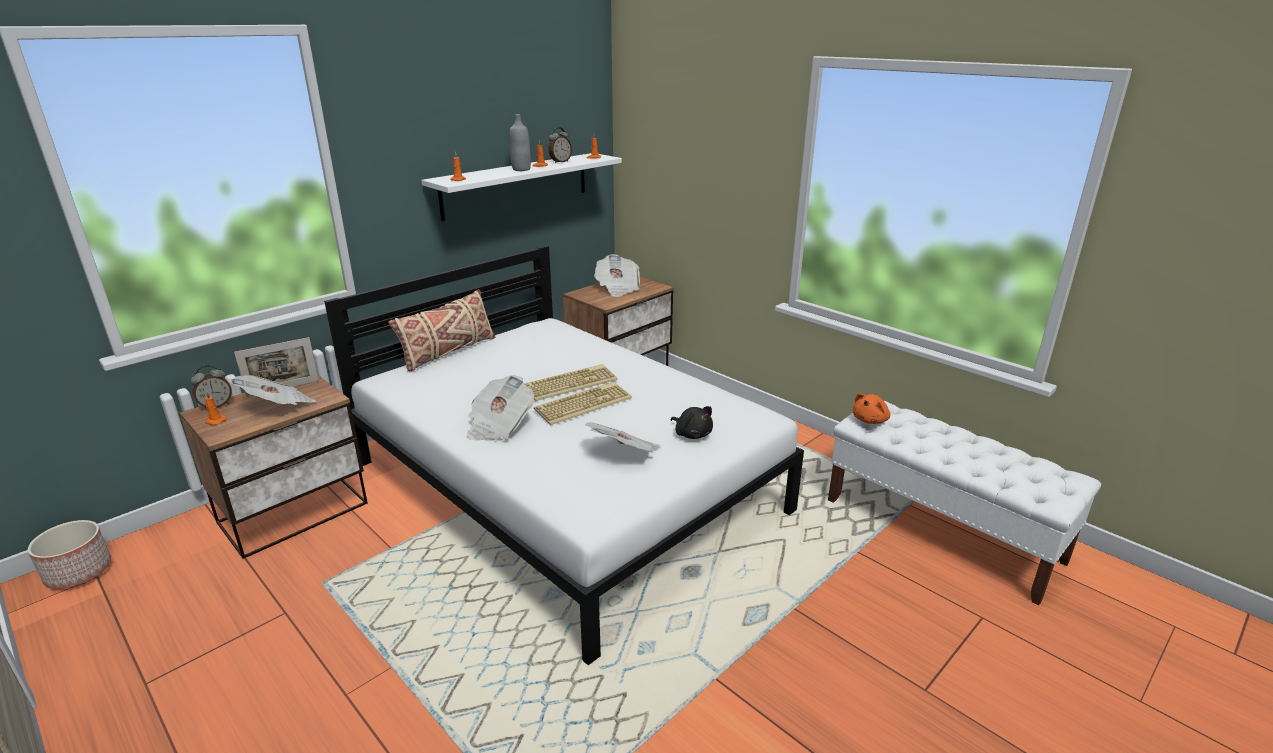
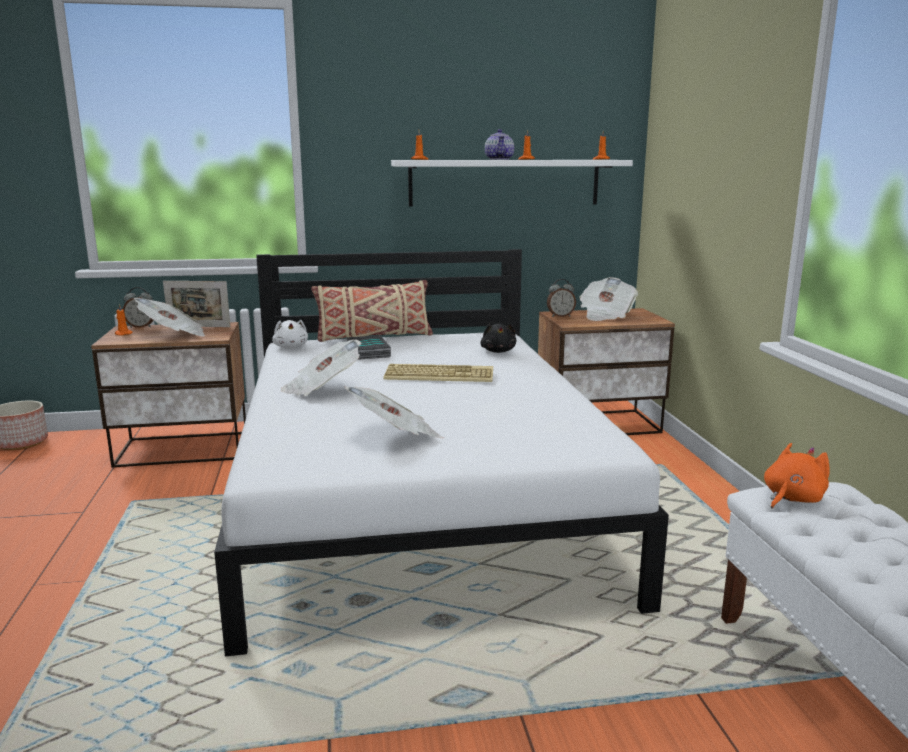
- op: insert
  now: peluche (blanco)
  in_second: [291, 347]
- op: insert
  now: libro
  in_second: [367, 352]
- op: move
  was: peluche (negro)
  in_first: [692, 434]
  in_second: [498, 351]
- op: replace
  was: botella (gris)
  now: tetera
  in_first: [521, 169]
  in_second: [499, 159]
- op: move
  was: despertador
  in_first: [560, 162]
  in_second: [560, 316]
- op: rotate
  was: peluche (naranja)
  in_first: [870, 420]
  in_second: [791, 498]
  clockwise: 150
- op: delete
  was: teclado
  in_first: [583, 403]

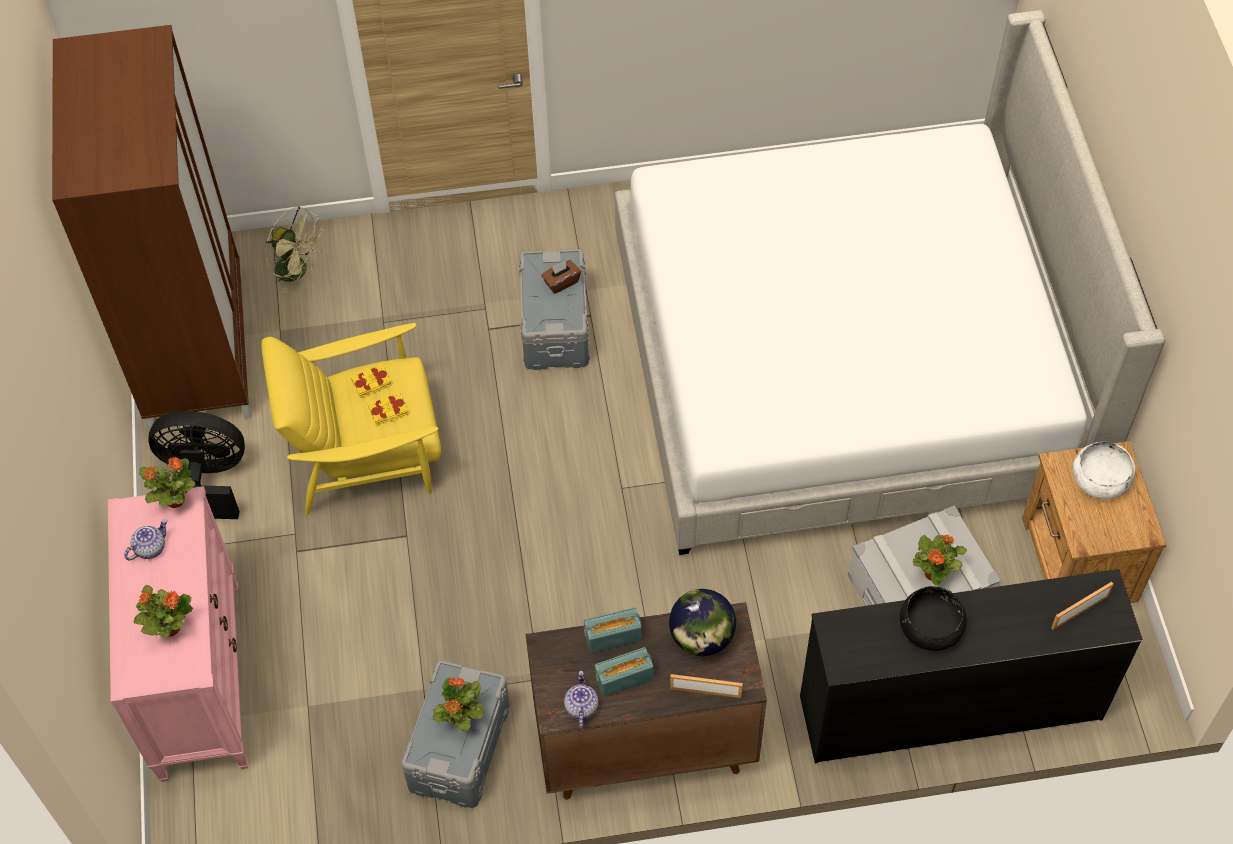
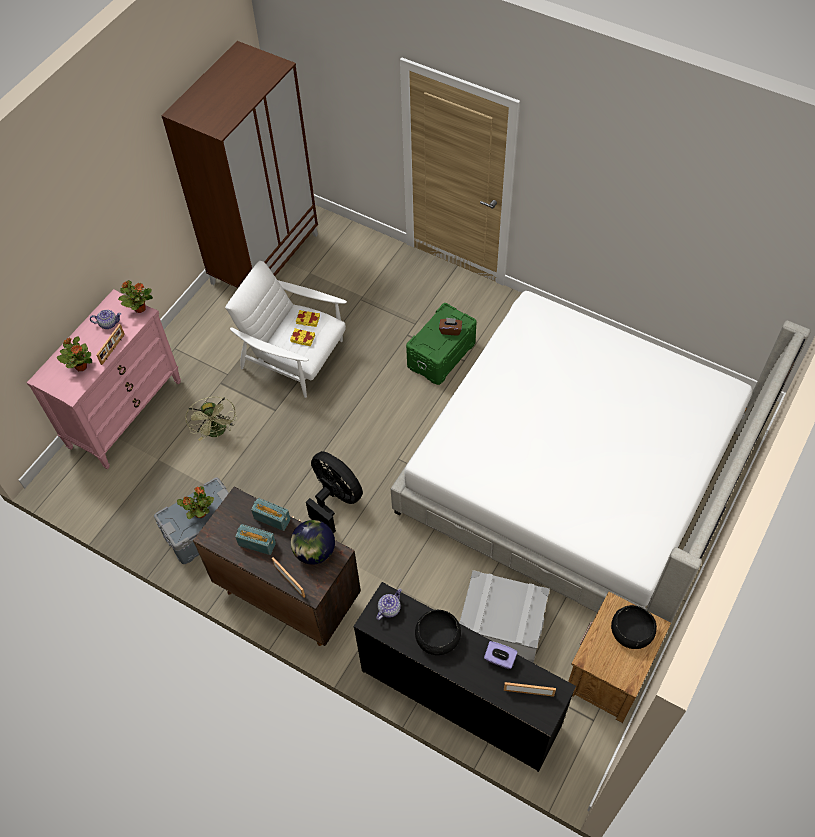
- op: insert
  now: portarretratos
  in_second: [113, 349]
- op: move
  was: ventilador (verde)
  in_first: [298, 271]
  in_second: [217, 432]
- op: recolor
  was: sillón (amarillo)
  now: sillón (blanco)
  in_first: [366, 451]
  in_second: [295, 357]
- op: move
  was: ventilador (negro)
  in_first: [207, 478]
  in_second: [335, 499]
- op: move
  was: tetera
  in_first: [581, 707]
  in_second: [389, 608]
- op: recolor
  was: caja de almacenaje (gris)
  now: caja de almacenaje (verde)
  in_first: [556, 326]
  in_second: [442, 355]
- op: insert
  now: caja de pañuelos (morado)
  in_second: [499, 659]
- op: recolor
  was: cuenco (blanco)
  now: cuenco (negro)
  in_first: [1100, 478]
  in_second: [631, 631]
- op: delete
  was: planta en maceta
  in_first: [934, 573]

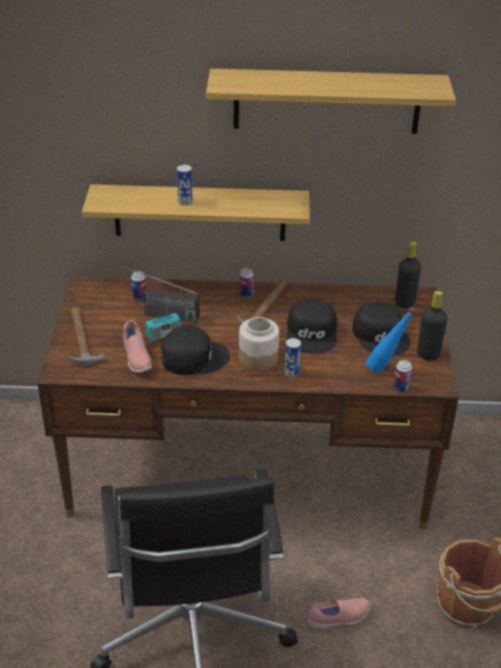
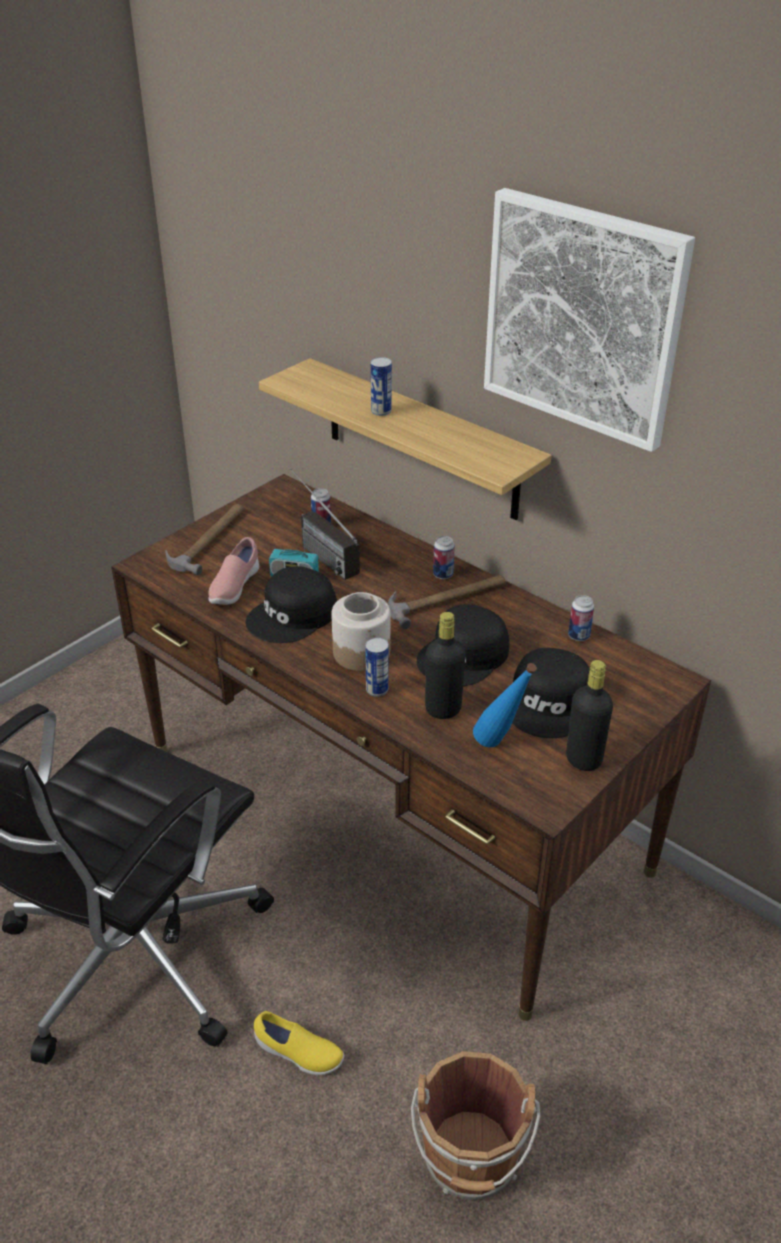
- op: rotate
  was: gorra (negro)
  in_first: [194, 357]
  in_second: [293, 616]
  clockwise: 105
- op: recolor
  was: zapato (rosa)
  now: zapato (amarillo)
  in_first: [339, 618]
  in_second: [298, 1054]
- op: move
  was: botella (negro)
  in_first: [404, 303]
  in_second: [443, 709]
- op: replace
  was: estante
  now: cuadro
  in_first: [326, 101]
  in_second: [583, 318]
- op: move
  was: lata
  in_first: [401, 388]
  in_second: [578, 636]

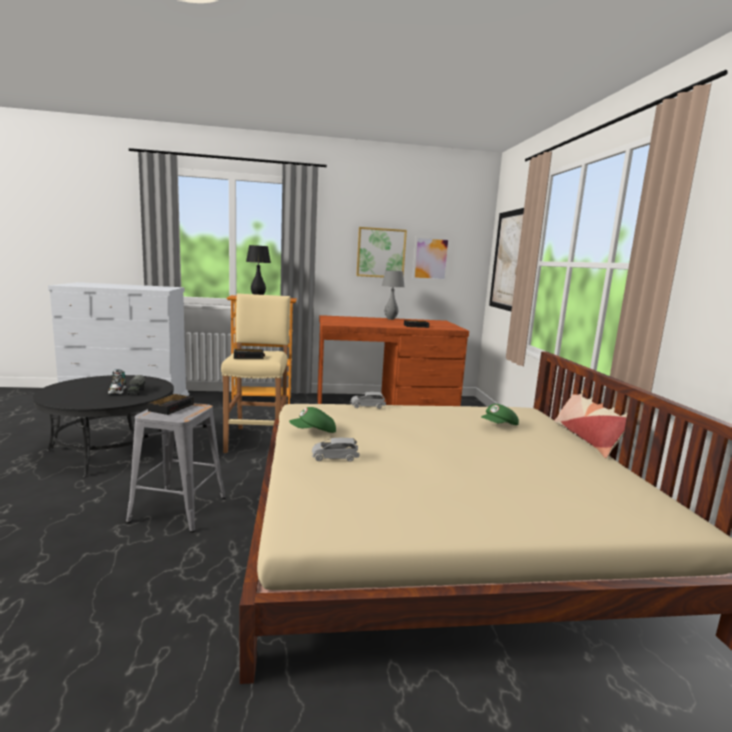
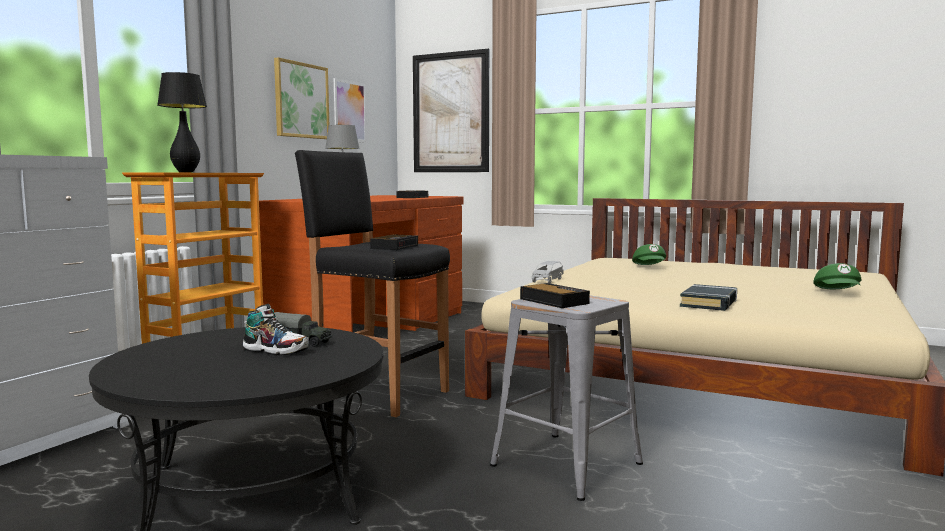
- op: recolor
  was: taburete (beis)
  now: taburete (negro)
  in_first: [258, 440]
  in_second: [377, 393]
- op: replace
  was: coche de juguete (gris)
  now: libro (negro)
  in_first: [335, 457]
  in_second: [709, 303]
- op: move
  was: gorra (verde)
  in_first: [313, 432]
  in_second: [838, 293]
- op: delete
  was: cojín
  in_first: [587, 439]

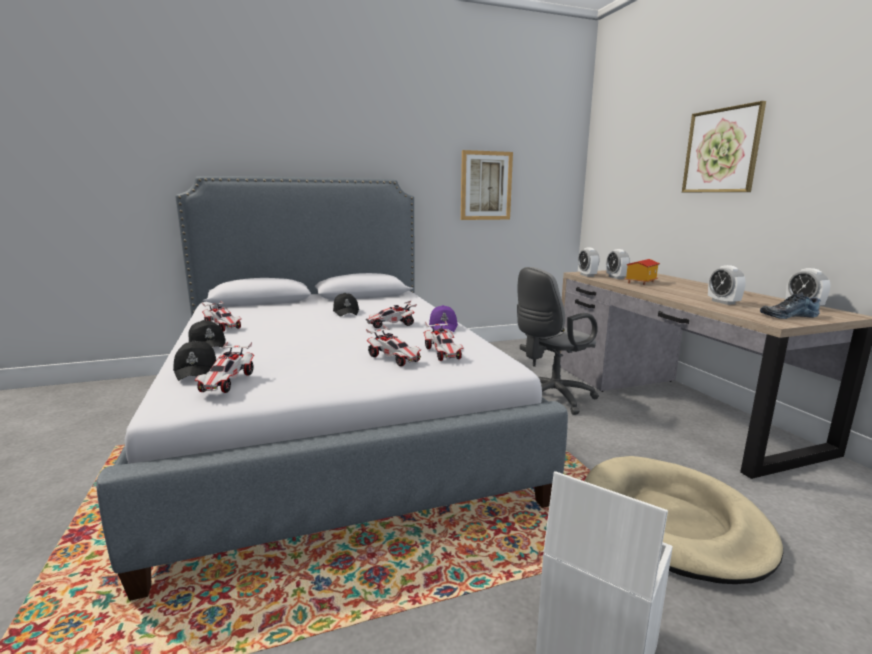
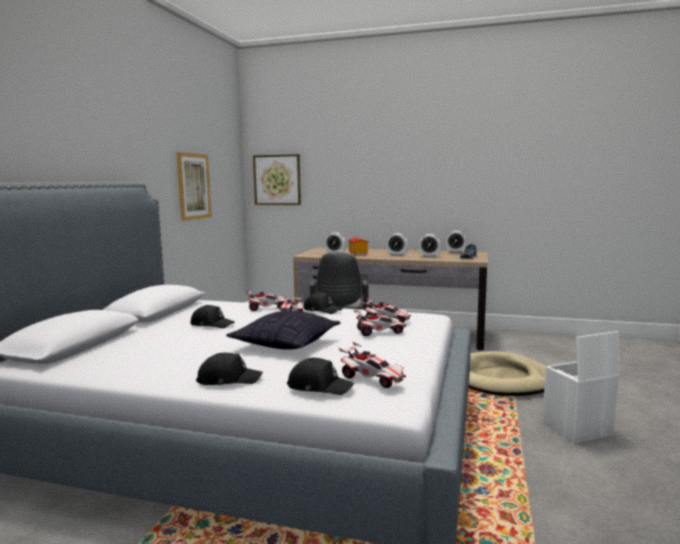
- op: insert
  now: cojín
  in_second: [286, 344]
- op: move
  was: coche de juguete
  in_first: [223, 326]
  in_second: [267, 308]
- op: move
  was: cuadro
  in_first: [721, 151]
  in_second: [277, 180]
- op: recolor
  was: gorra (morado)
  now: gorra (negro)
  in_first: [443, 327]
  in_second: [322, 310]
- op: move
  was: despertador
  in_first: [587, 275]
  in_second: [397, 255]

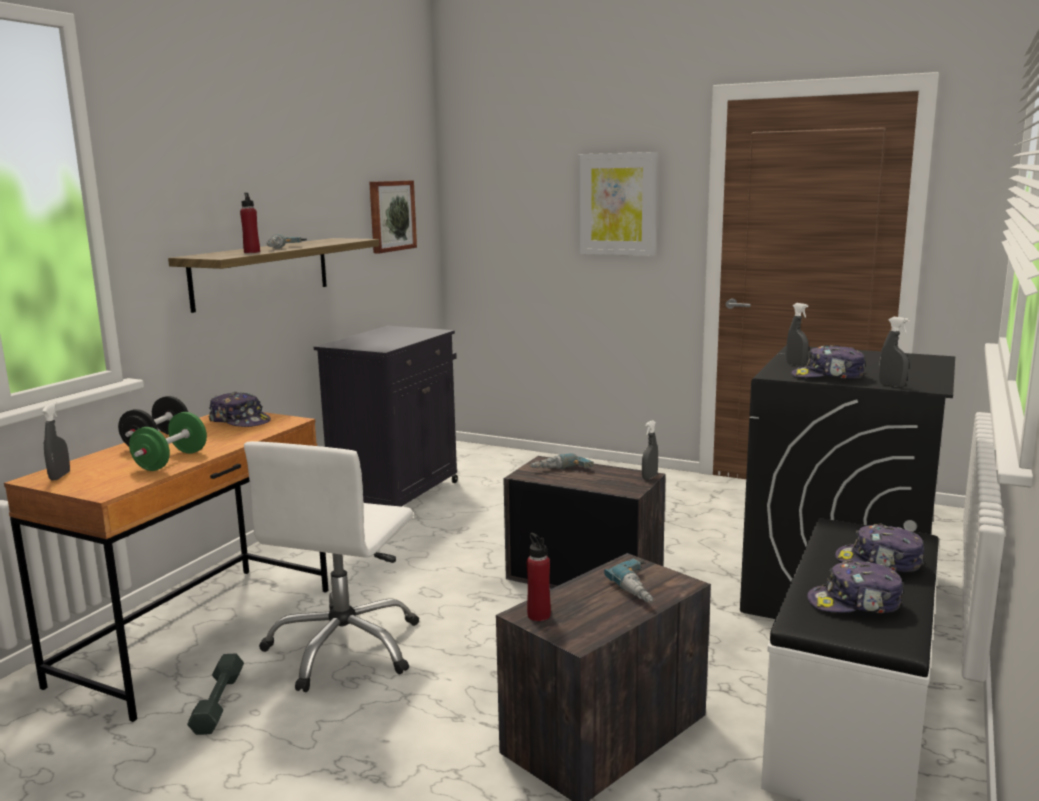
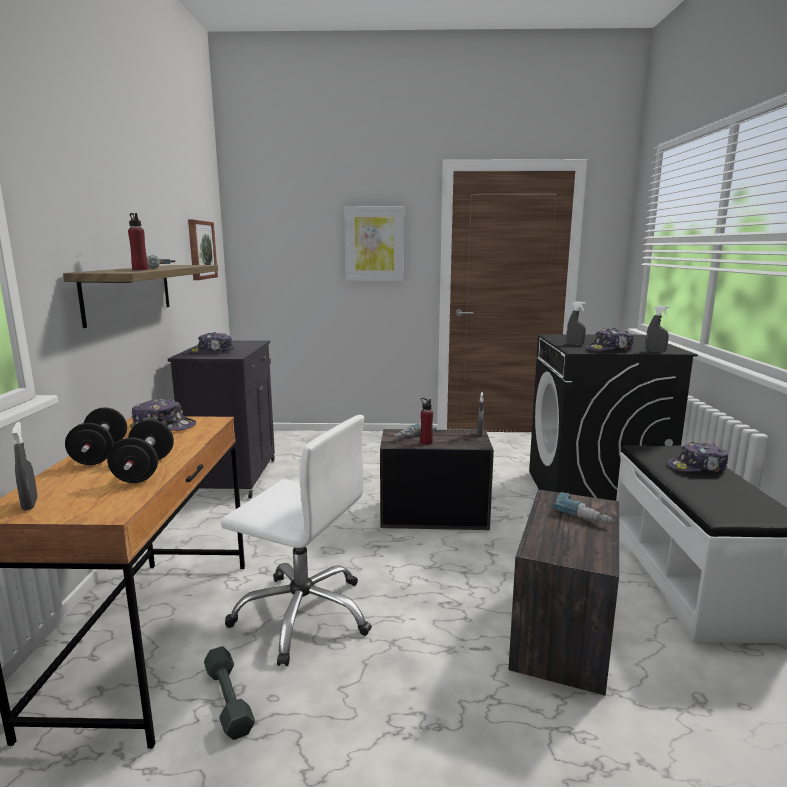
- op: recolor
  was: mancuerna (verde)
  now: mancuerna (negro)
  in_first: [171, 461]
  in_second: [145, 470]
- op: move
  was: gorra
  in_first: [855, 603]
  in_second: [212, 352]
- op: rotate
  was: silla de oficina (blanco)
  in_first: [345, 648]
  in_second: [303, 614]
  clockwise: -60
- op: move
  was: botella (rojo)
  in_first: [538, 615]
  in_second: [426, 442]

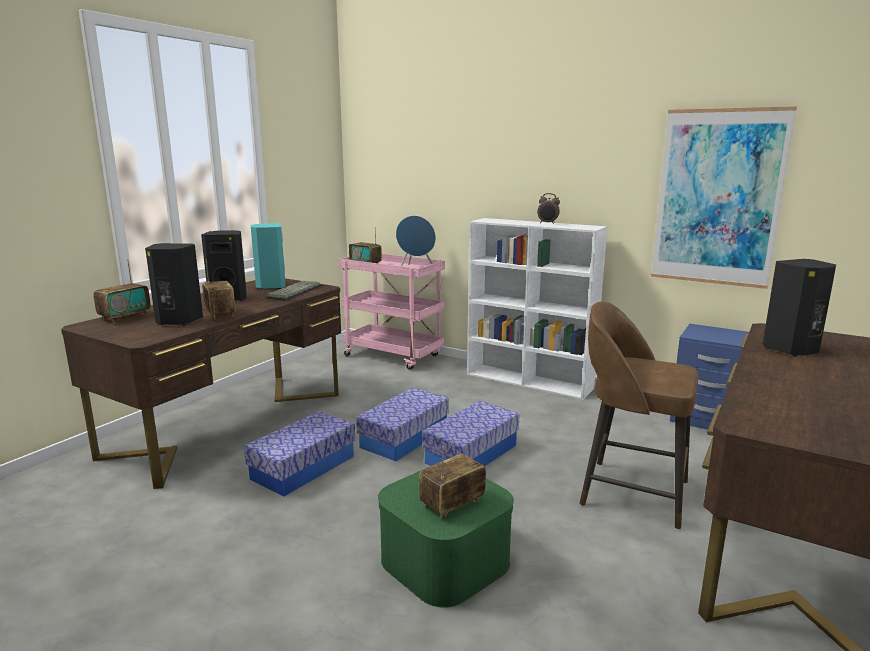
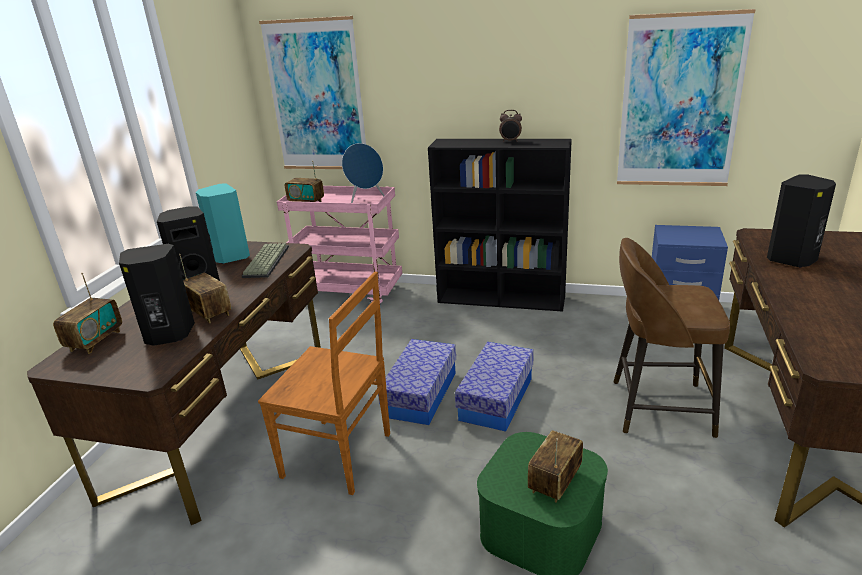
- op: replace
  was: caja de almacenaje
  now: silla (marrón)
  in_first: [303, 467]
  in_second: [340, 456]
- op: insert
  now: cuadro
  in_second: [317, 97]
- op: recolor
  was: estantería (blanco)
  now: estantería (negro)
  in_first: [530, 381]
  in_second: [502, 299]

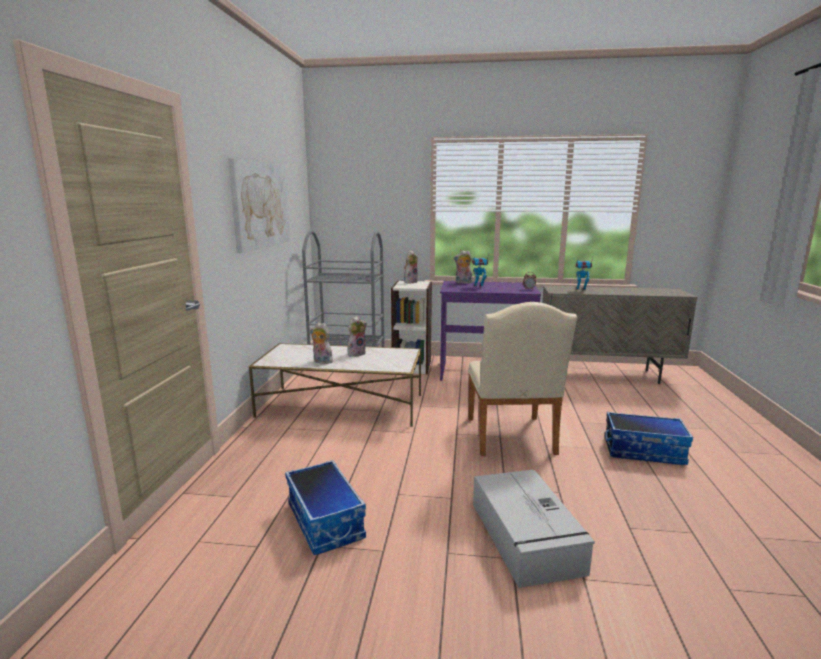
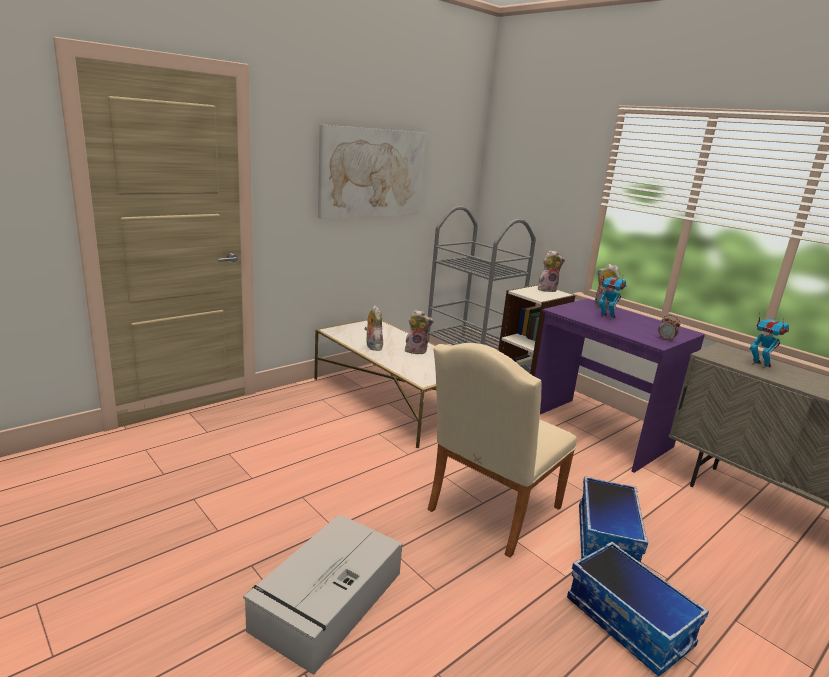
- op: move
  was: caja de almacenaje
  in_first: [326, 521]
  in_second: [607, 540]

